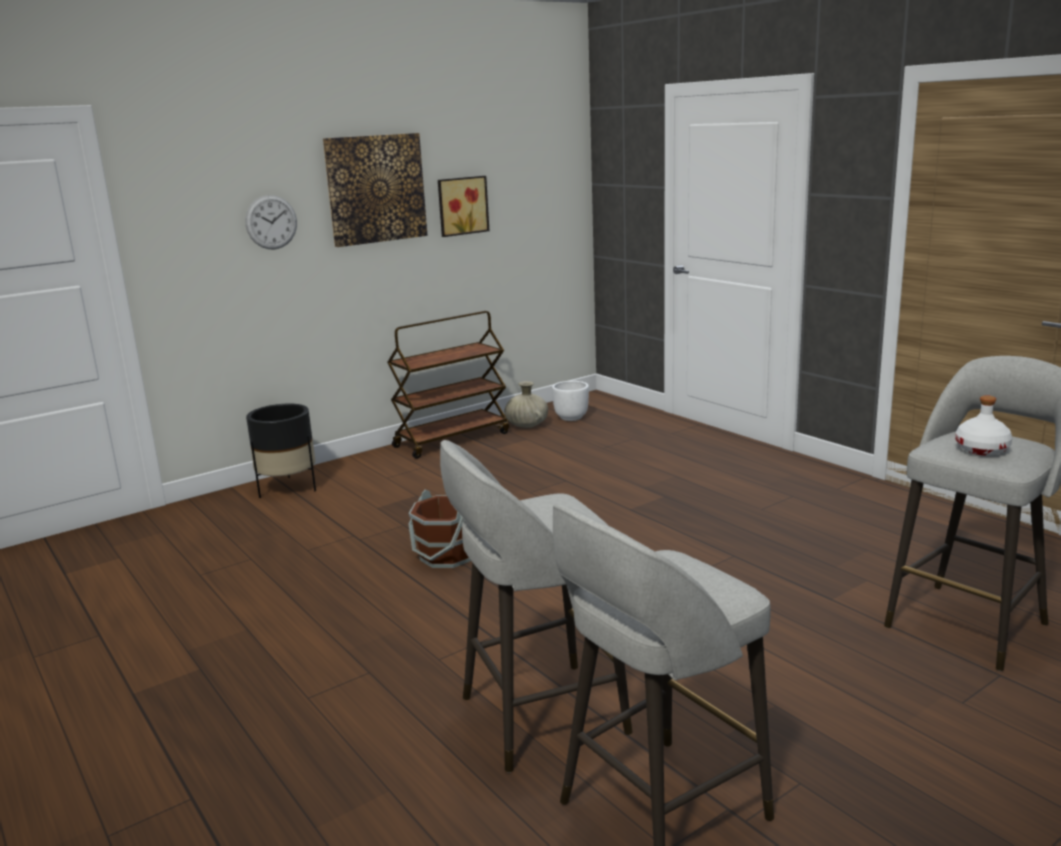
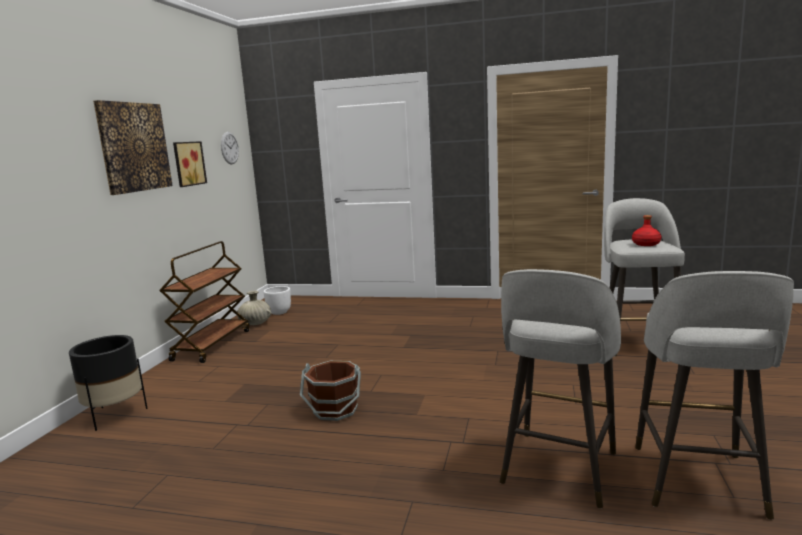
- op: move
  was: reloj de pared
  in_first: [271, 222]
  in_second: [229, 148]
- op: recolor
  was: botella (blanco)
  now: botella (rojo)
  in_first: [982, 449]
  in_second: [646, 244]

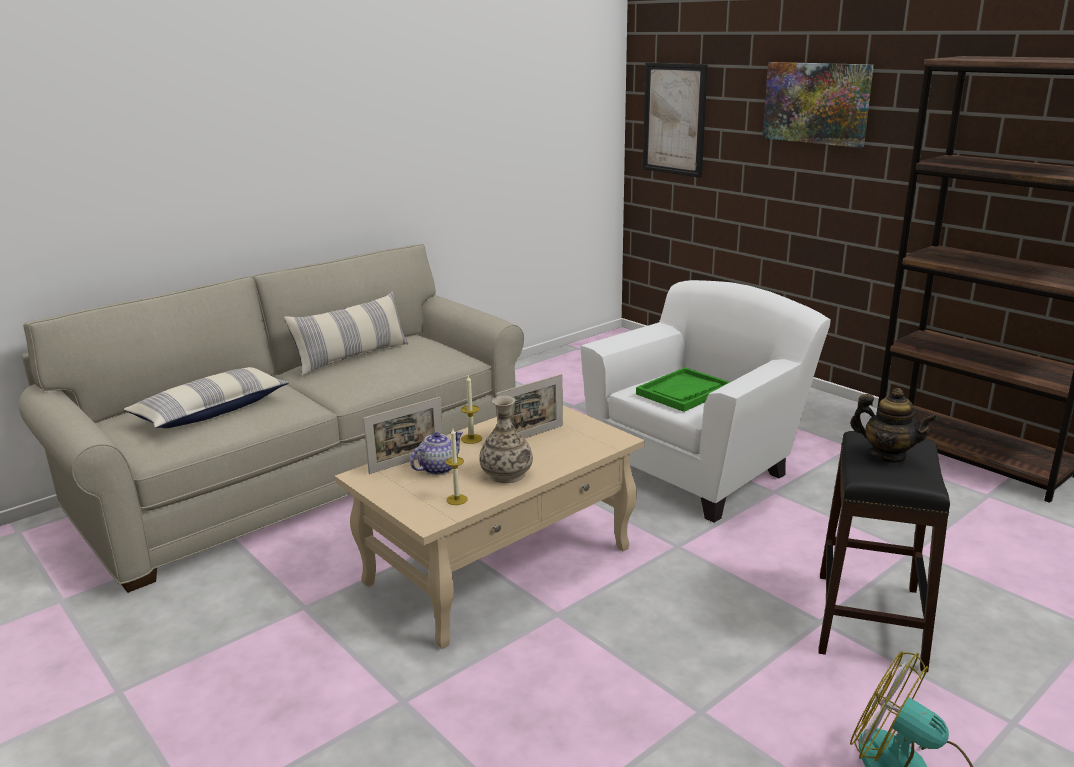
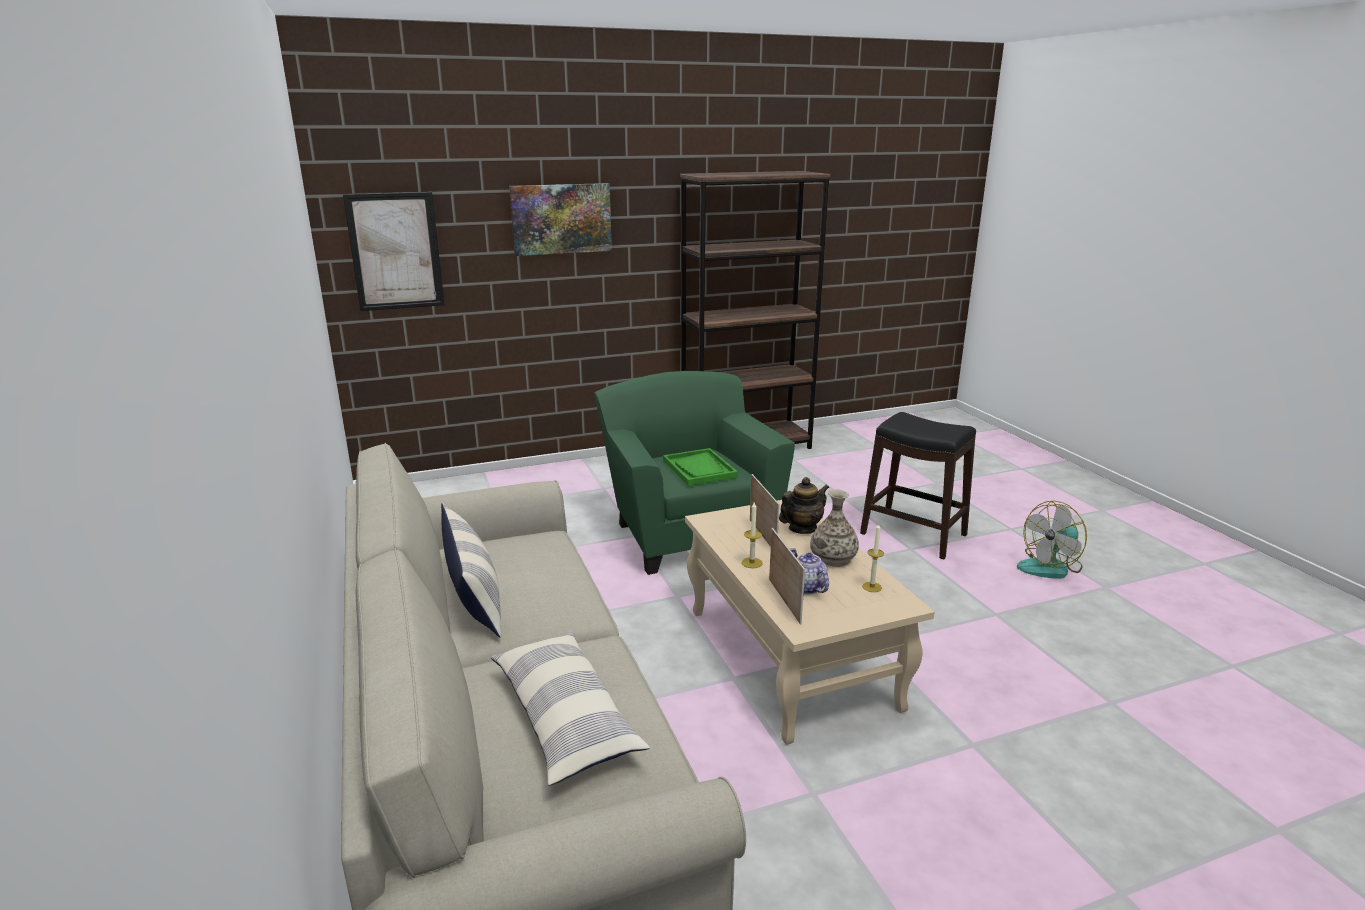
- op: recolor
  was: sillón (blanco)
  now: sillón (verde)
  in_first: [697, 468]
  in_second: [688, 533]
- op: move
  was: tetera
  in_first: [888, 455]
  in_second: [802, 528]

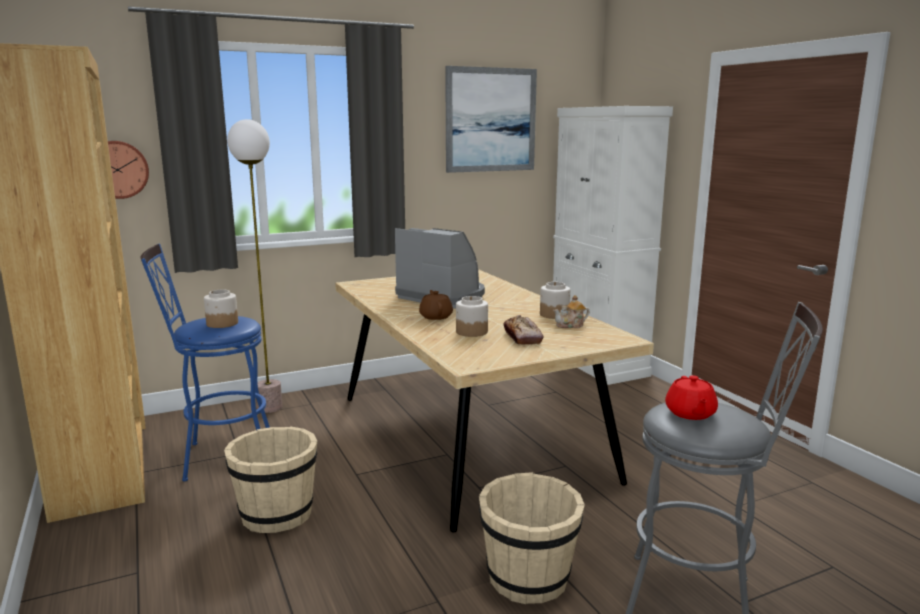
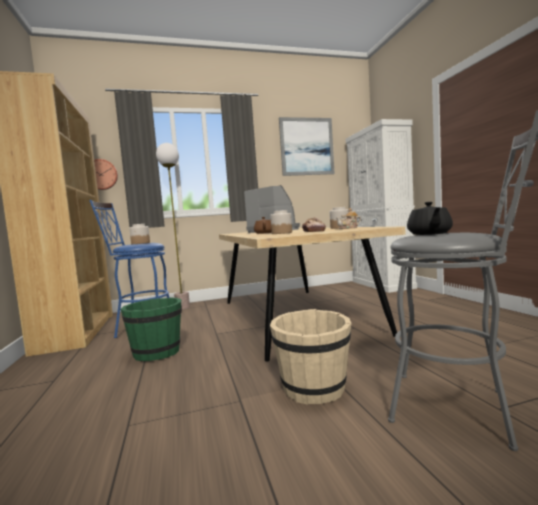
- op: recolor
  was: cubo (beis)
  now: cubo (verde)
  in_first: [276, 514]
  in_second: [157, 352]
- op: recolor
  was: tetera (rojo)
  now: tetera (negro)
  in_first: [690, 413]
  in_second: [429, 234]

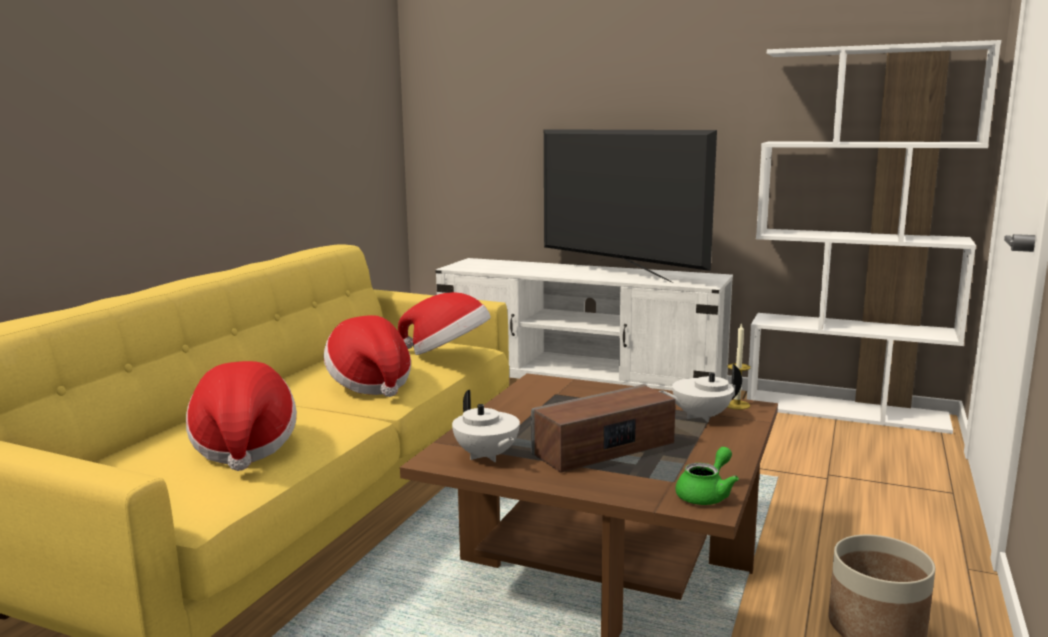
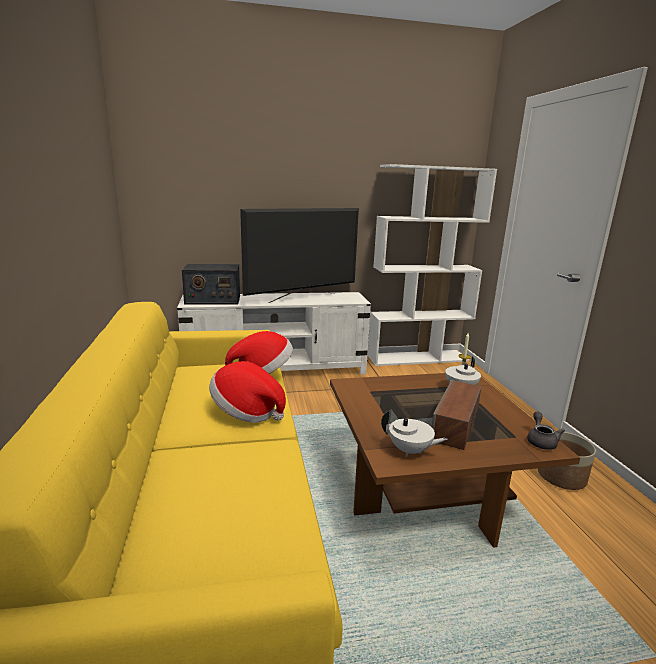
- op: insert
  now: radio
  in_second: [212, 300]
- op: rotate
  was: televisor
  in_first: [620, 274]
  in_second: [302, 298]
  clockwise: -45
- op: recolor
  was: tetera (verde)
  now: tetera (gris)
  in_first: [706, 494]
  in_second: [541, 441]
- op: delete
  was: sombrero
  in_first: [244, 447]

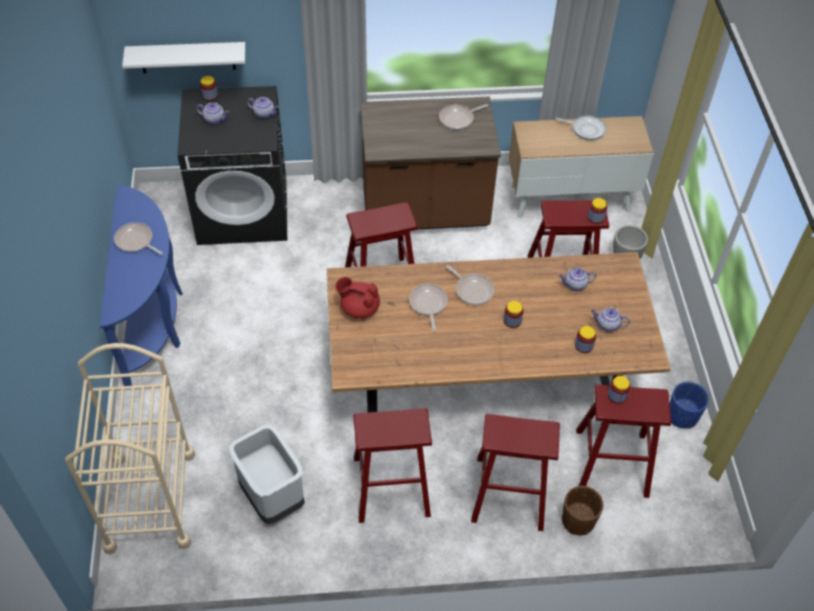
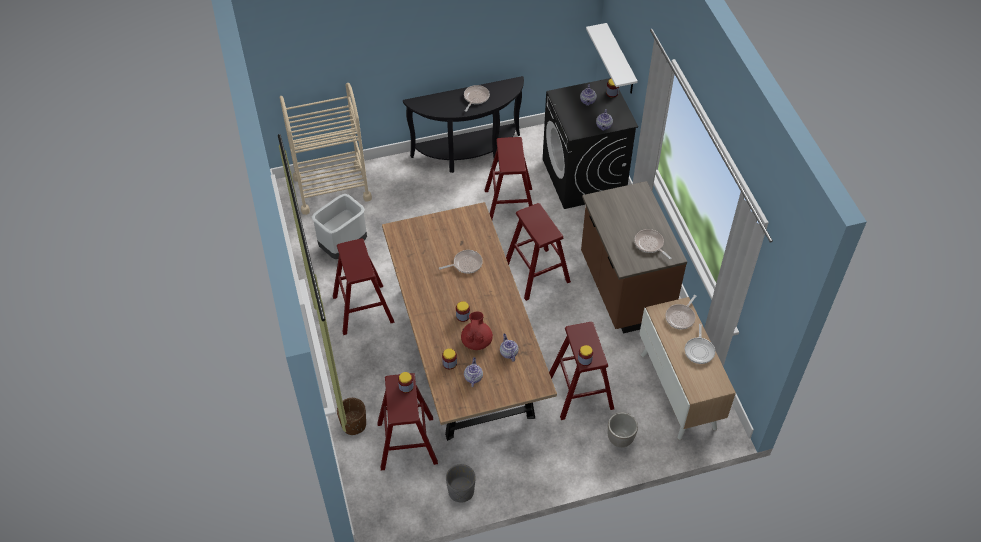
- op: recolor
  was: mesa consola (azul)
  now: mesa consola (negro)
  in_first: [154, 321]
  in_second: [469, 155]
- op: recolor
  was: maceta (azul)
  now: maceta (gris)
  in_first: [682, 416]
  in_second: [461, 491]
- op: move
  was: tetera (rojo)
  in_first: [359, 308]
  in_second: [476, 341]
- op: move
  was: taburete (rojo)
  in_first: [509, 493]
  in_second: [510, 205]
- op: move
  was: sartén
  in_first: [472, 290]
  in_second: [681, 317]

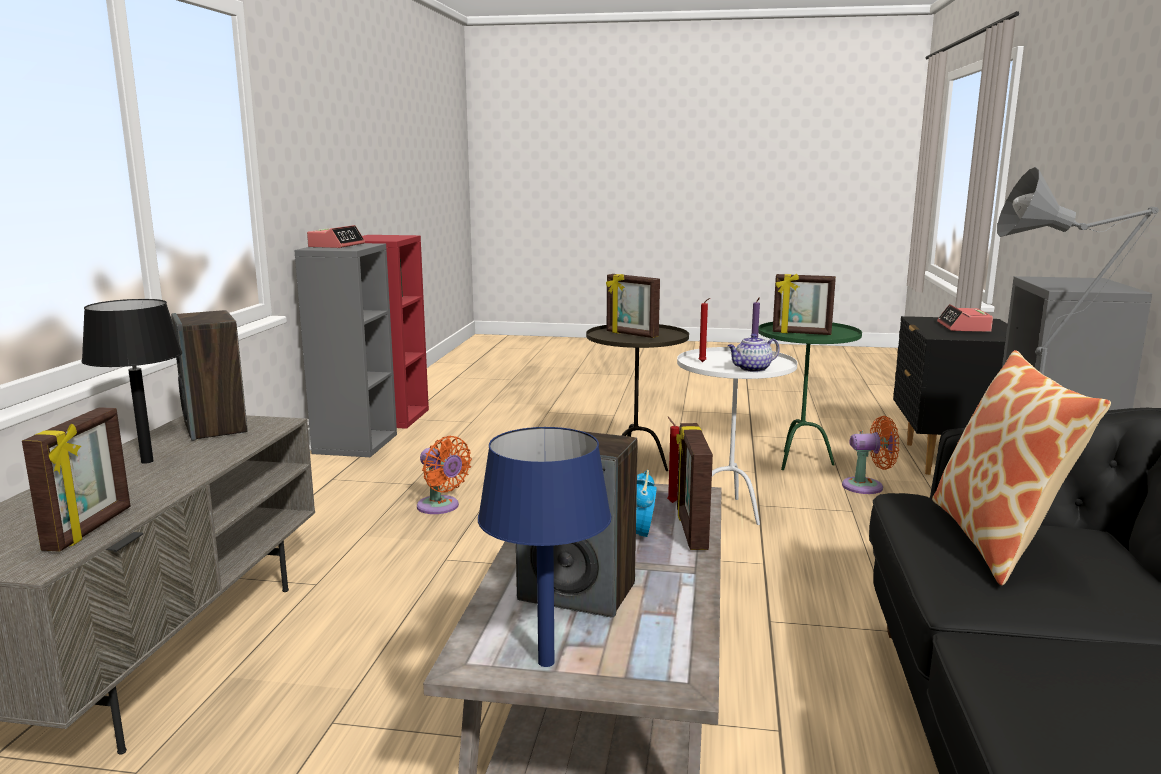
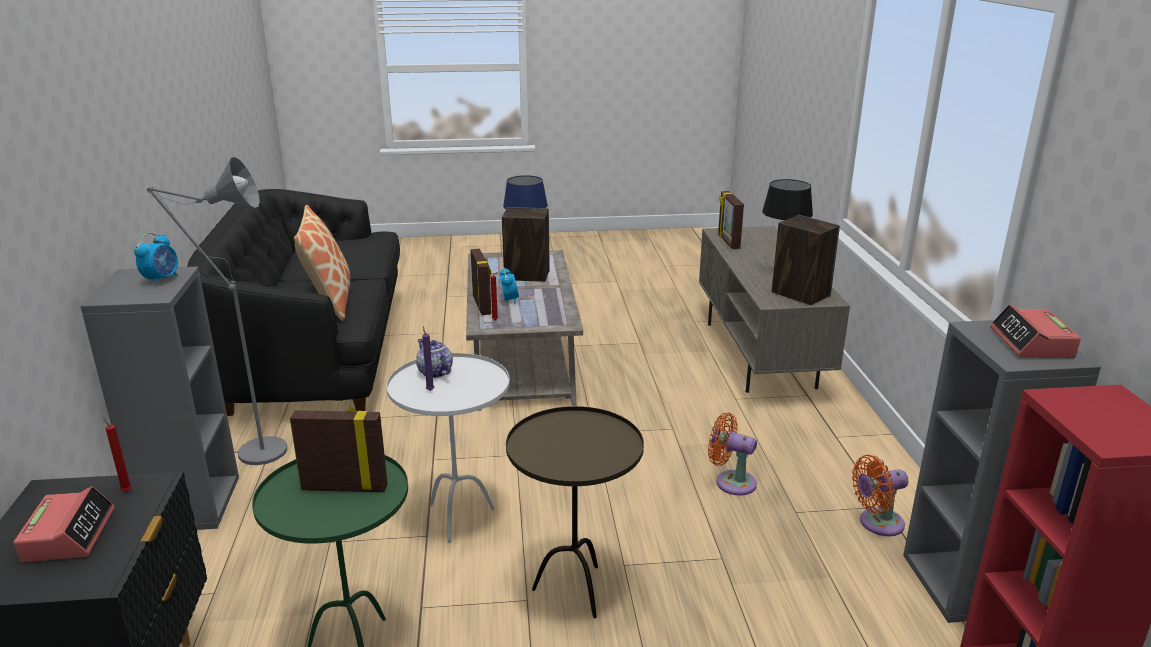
- op: move
  was: vela (rojo)
  in_first: [703, 362]
  in_second: [126, 491]
- op: insert
  now: despertador
  in_second: [162, 279]
- op: rotate
  was: tetera
  in_first: [752, 369]
  in_second: [434, 372]
  clockwise: -90
- op: move
  was: ventilador (naranja)
  in_first: [867, 486]
  in_second: [877, 523]
- op: delete
  was: portarretratos
  in_first: [631, 334]

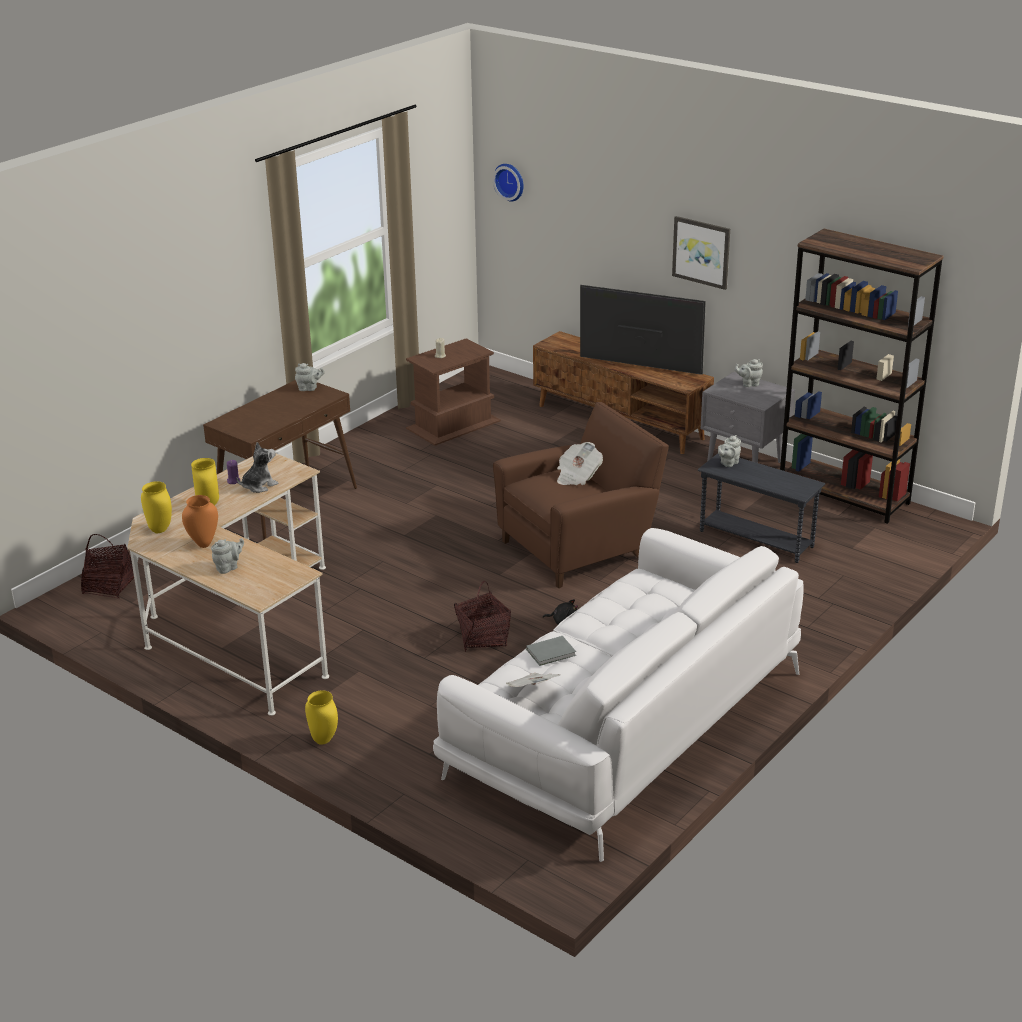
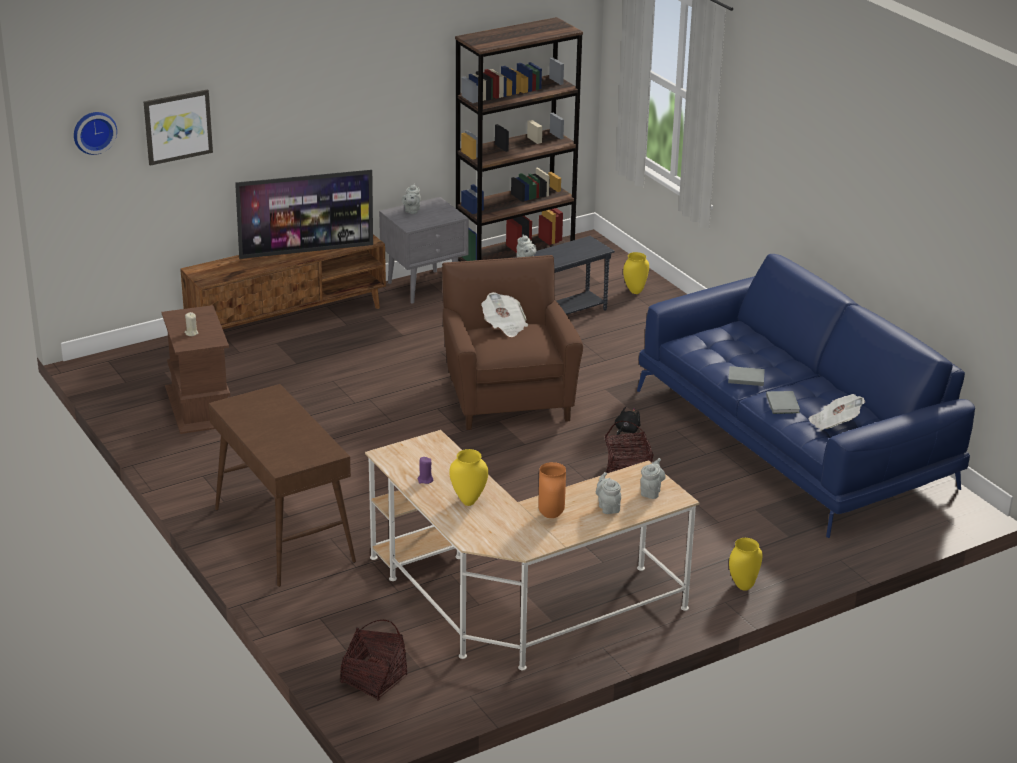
- op: move
  was: cuadro
  in_first: [701, 252]
  in_second: [177, 126]
- op: rotate
  was: televisor
  in_first: [639, 366]
  in_second: [306, 251]
  clockwise: -150
- op: move
  was: florero (amarillo)
  in_first: [159, 530]
  in_second: [635, 292]
- op: recolor
  was: sofá (blanco)
  now: sofá (azul)
  in_first: [624, 726]
  in_second: [794, 439]
- op: move
  was: tetera (gris)
  in_first: [309, 388]
  in_second: [651, 492]
- op: insert
  now: libro (gris)
  in_second: [745, 377]
- op: delete
  was: peluche
  in_first: [259, 485]

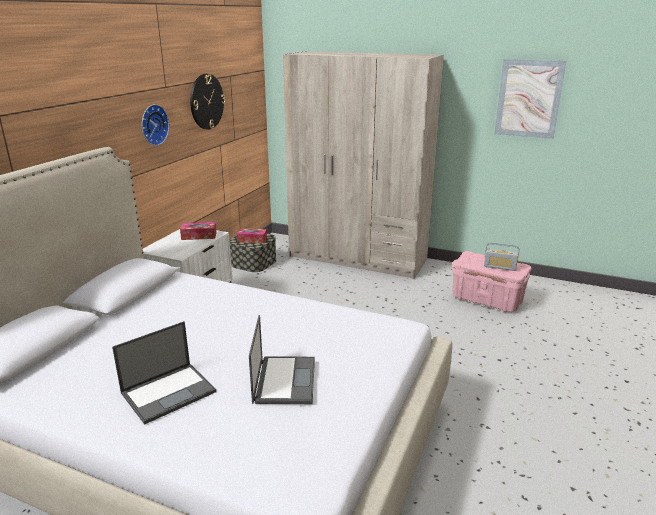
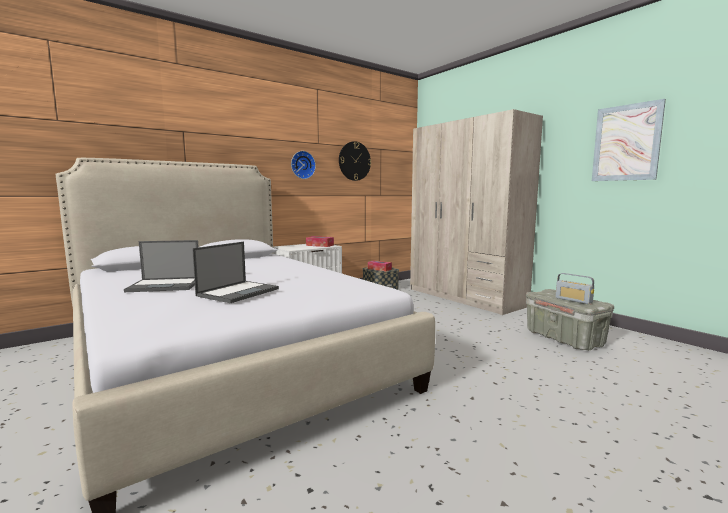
- op: recolor
  was: caja de almacenaje (rosa)
  now: caja de almacenaje (gris)
  in_first: [487, 300]
  in_second: [564, 339]

